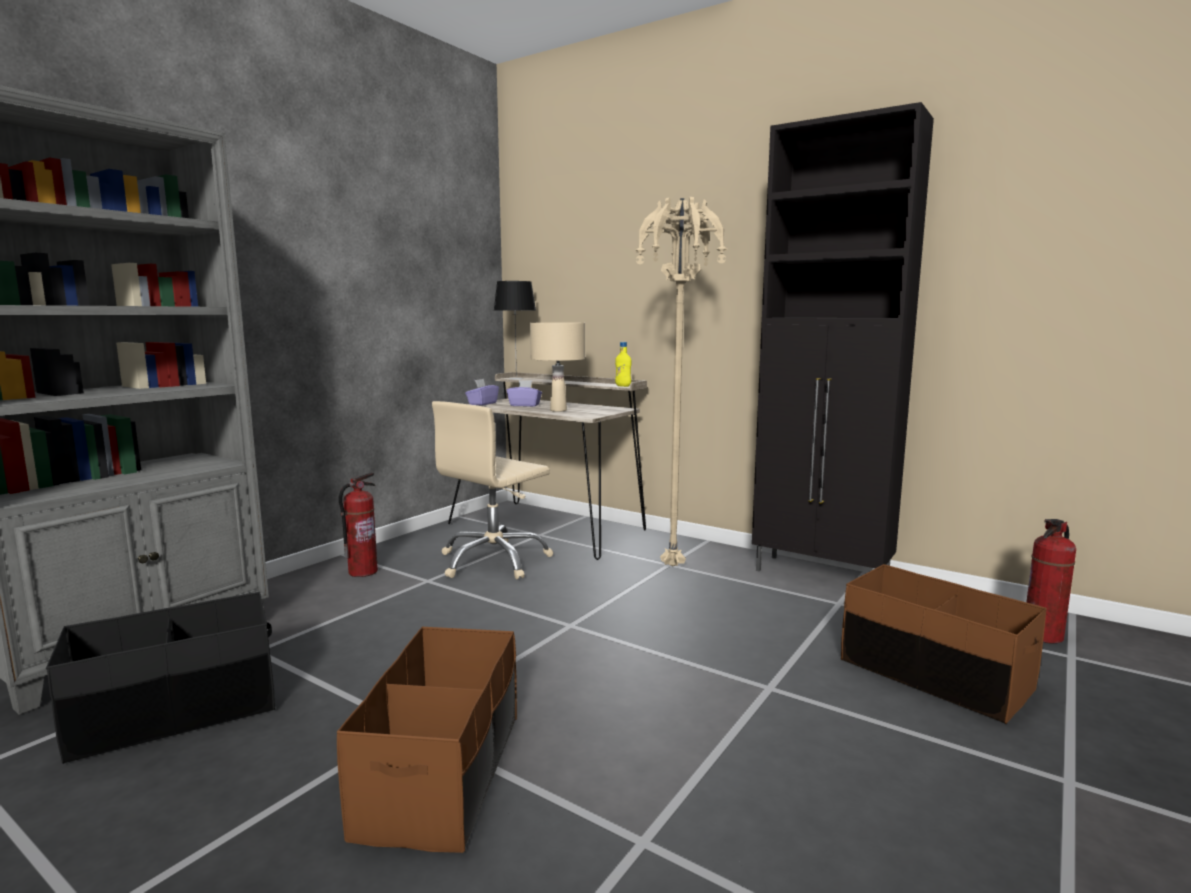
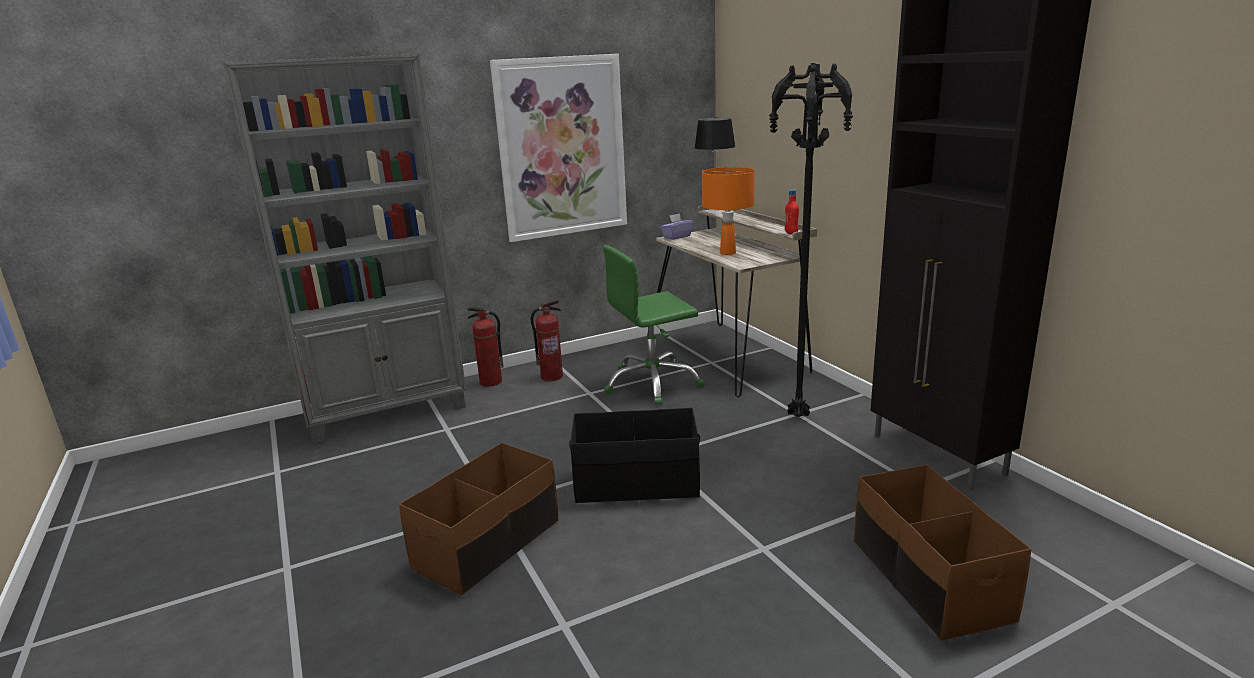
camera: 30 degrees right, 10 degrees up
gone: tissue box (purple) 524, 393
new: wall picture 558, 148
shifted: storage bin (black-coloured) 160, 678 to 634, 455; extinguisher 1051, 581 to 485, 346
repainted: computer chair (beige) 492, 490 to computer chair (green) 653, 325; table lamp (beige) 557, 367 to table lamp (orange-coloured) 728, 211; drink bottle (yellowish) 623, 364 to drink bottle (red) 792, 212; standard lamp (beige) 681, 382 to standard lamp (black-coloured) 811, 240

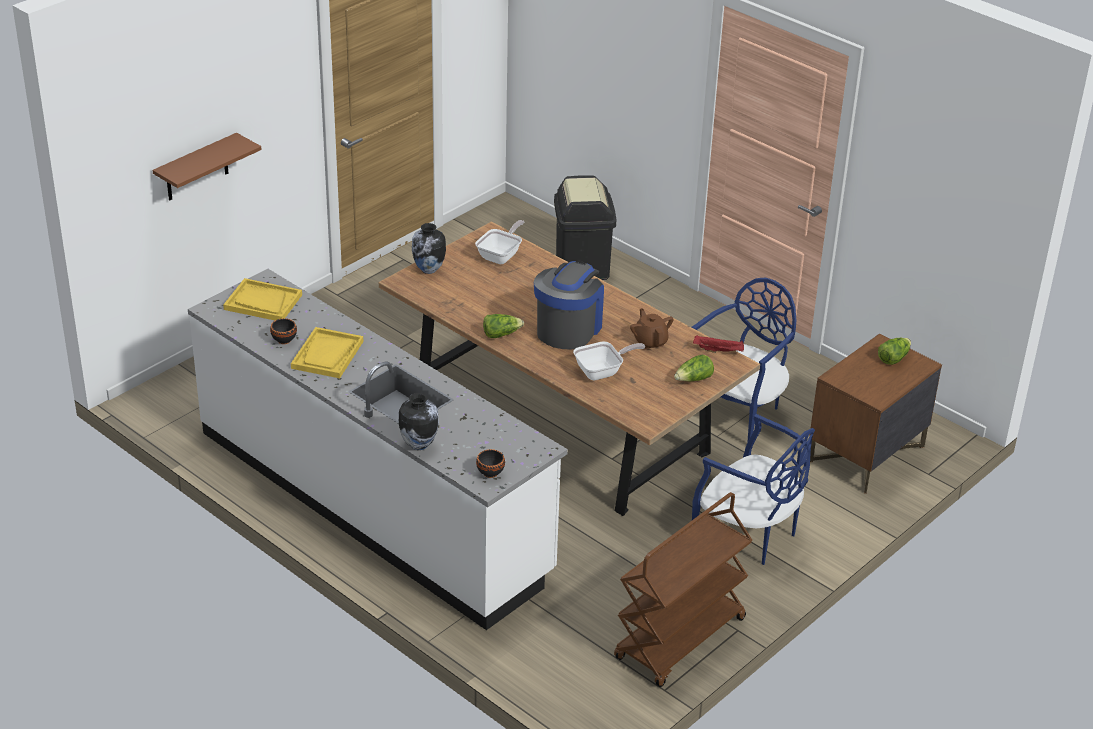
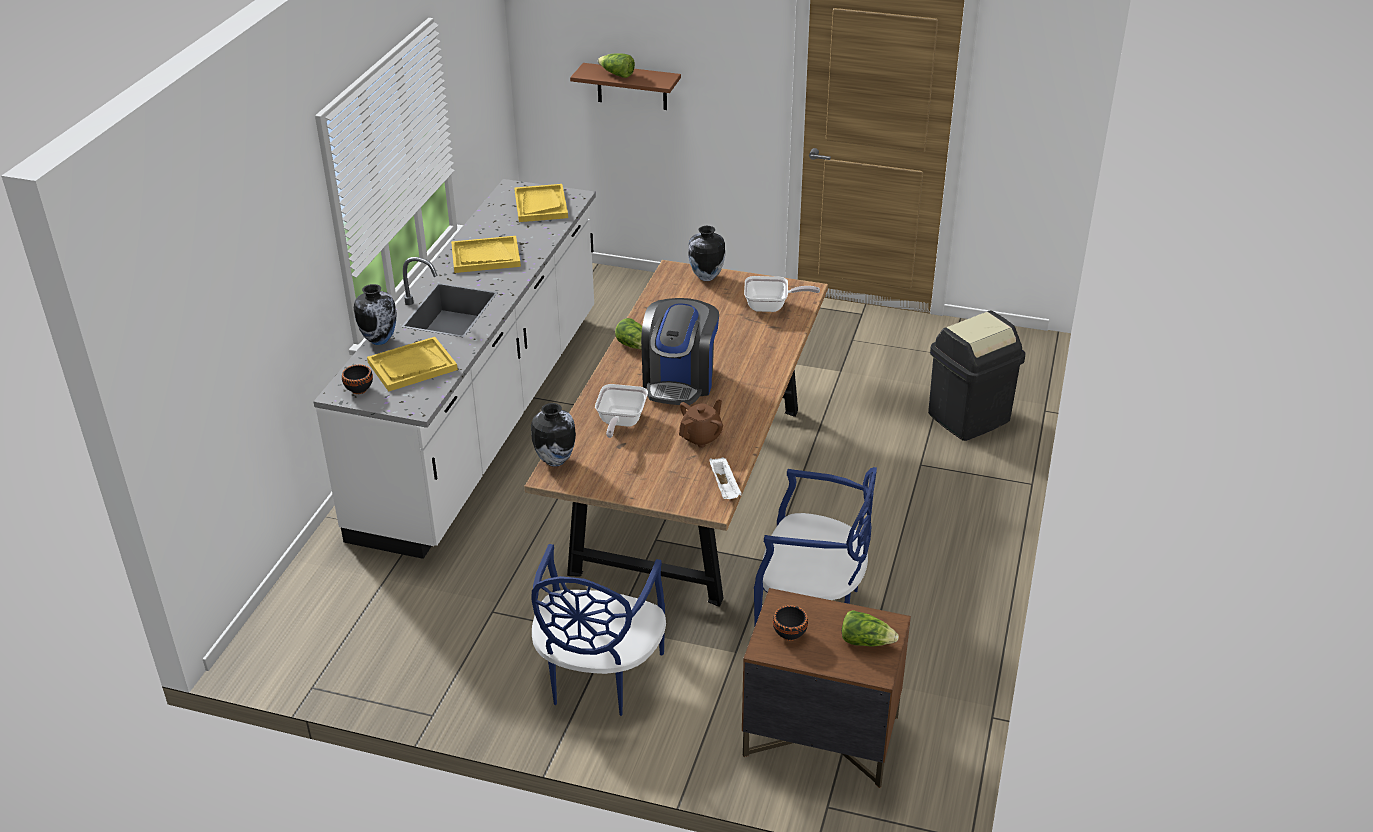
camera: 65 degrees right, 0 degrees up
gone: cart (brown-coloured) 683, 589
new: serving tray (yellowish) 412, 364; vase 553, 435
shifted: deep dish (black-coloured) 283, 331 to 790, 623; head of lettuce 694, 367 to 616, 66
repainted: serving tray (red) 718, 344 to serving tray (whitish) 725, 478
rotated: coffee maker 569, 305 = 680, 351 105 degrees clockwise; skillet 609, 360 = 621, 411 60 degrees clockwise

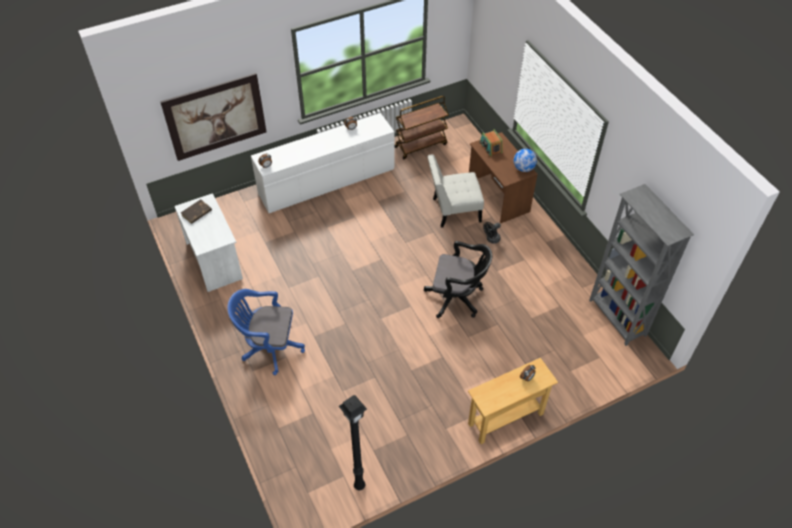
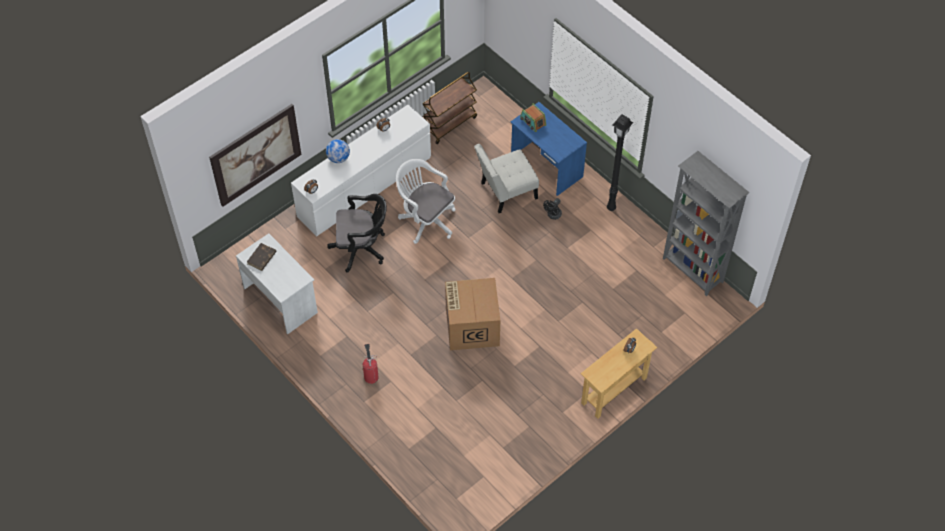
camera: 15 degrees left, 5 degrees up
new: computer chair (whitish) 426, 201; packing box 472, 314
shifted: standard lamp (black-coloured) 353, 442 to 620, 162; computer chair (black-coloured) 458, 279 to 357, 233; desk globe 525, 160 to 338, 151
swapped: computer chair (blue) 266, 332 to extinguisher 371, 364
repainted: desk unit (brown-coloured) 503, 177 to desk unit (blue) 548, 149

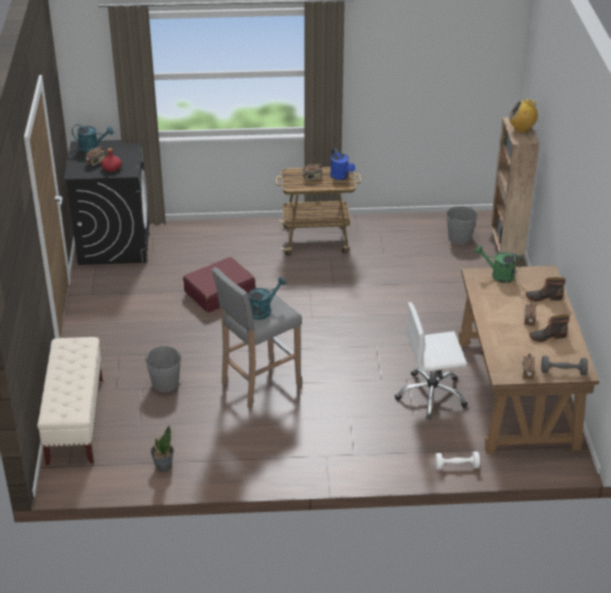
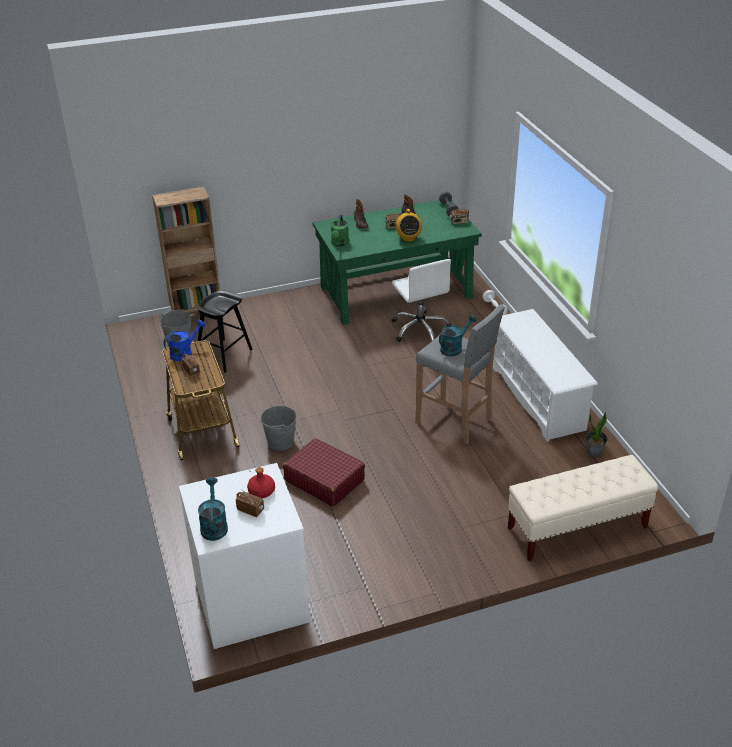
camera: 105 degrees left, 0 degrees up
new: stool seat (black-coloured) 225, 331; shoe rack (whitish) 545, 375
shifted: water bucket (greyish) 163, 368 to 279, 428; radio receiver 524, 116 to 408, 225
repainted: laundry machine (black-coloured) 106, 202 to laundry machine (whitish) 244, 556; desk unit (brown-coloured) 529, 359 to desk unit (green) 397, 262
rotated: sprinkling can (blue-green) 267, 298 = 458, 335 105 degrees clockwise

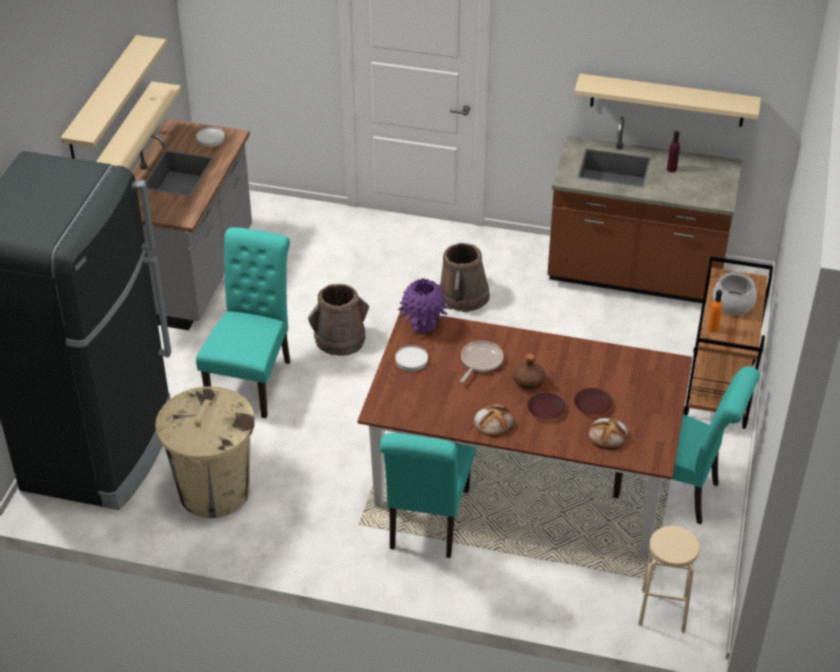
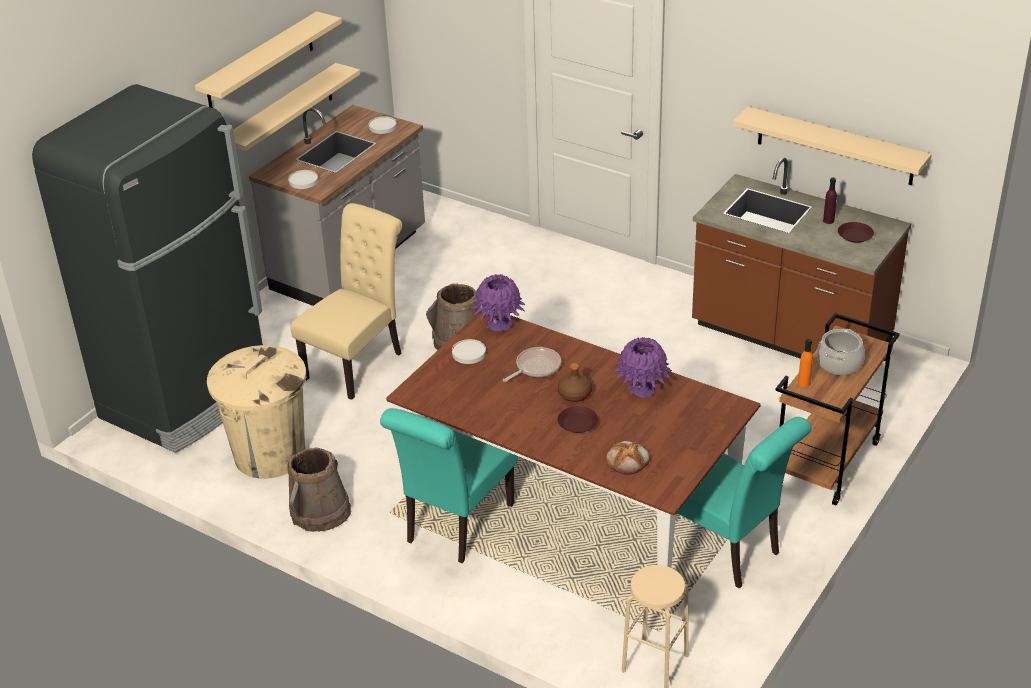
camera: 20 degrees right, 5 degrees down
gone: baked bread 494, 421
new: flat dish (whitish) 303, 179; vase (purple) 643, 367
shifted: water bucket (brown-coloured) 465, 277 to 319, 489; flat dish (brown-coloured) 593, 401 to 856, 232
repainted: chair (blue-green) 243, 322 to chair (beige) 346, 301

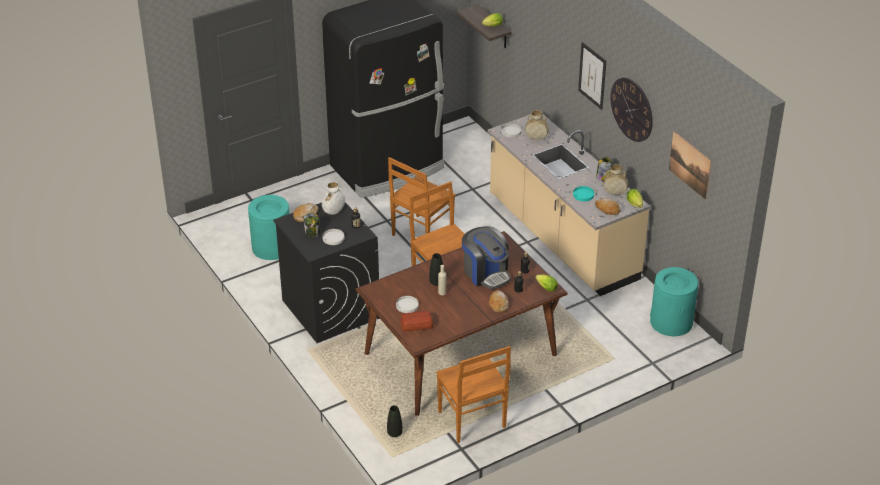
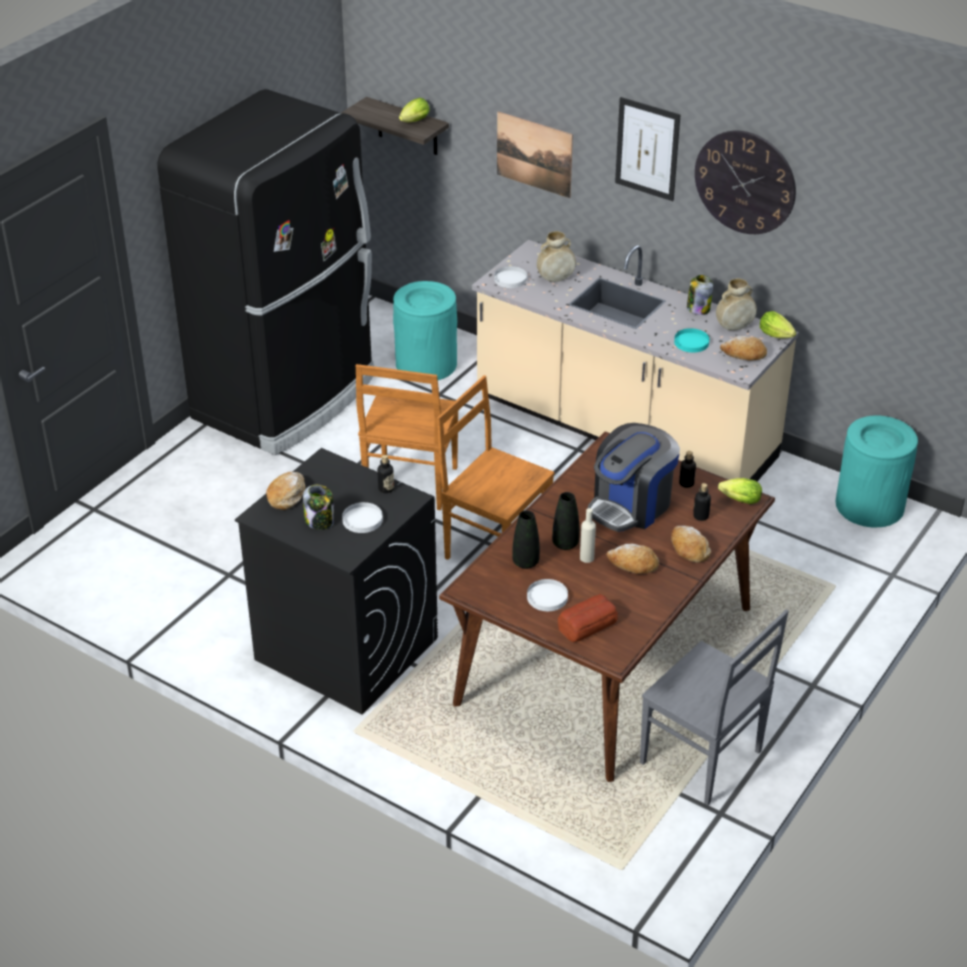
camera: 25 degrees left, 0 degrees up
gone: vase (whitish) 333, 198
new: baked bread 632, 559
shifted: waste bin (blue-green) 269, 227 to 425, 330; vase (black-coloured) 395, 421 to 526, 539; wall picture 690, 166 to 535, 154
repainted: chair (brown-coloured) 473, 394 to chair (greyish) 714, 707
rotated: coffee maker 486, 257 = 633, 477 105 degrees clockwise

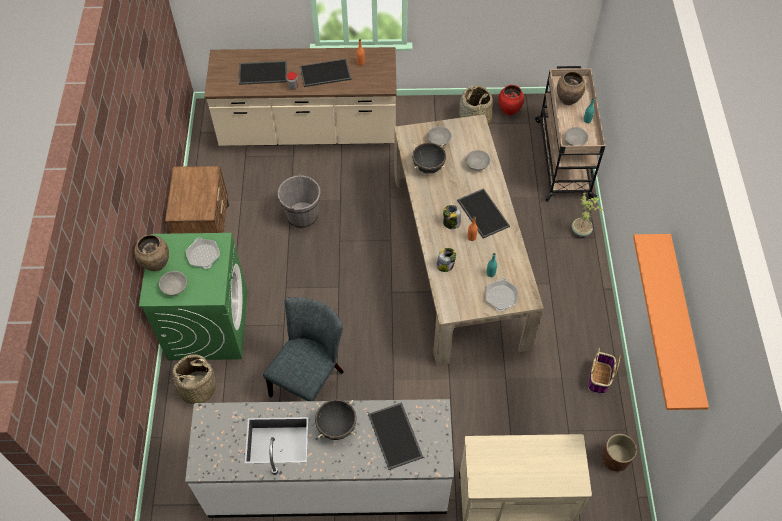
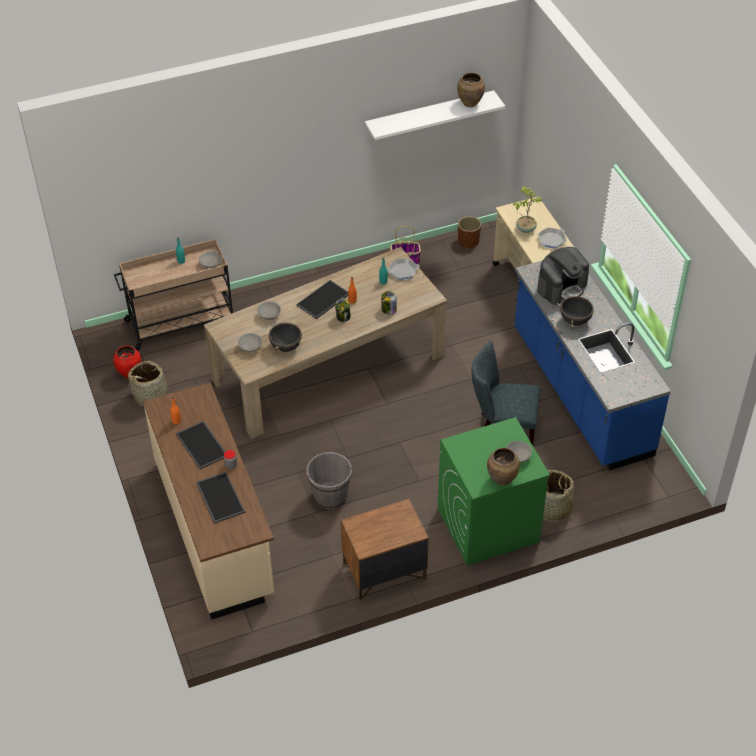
camera: 110 degrees left, 10 degrees down
shifted: skillet 203, 253 to 552, 238; vase (brown-coloured) 571, 88 to 471, 89; plant in a pot 587, 215 to 527, 210
swapped: serving tray 395, 436 to coffee maker 563, 276
repainted: kitchen base unit (whitish) 319, 458 to kitchen base unit (blue) 593, 365; bracket shelf (orange-coloured) 671, 322 to bracket shelf (whitish) 435, 115

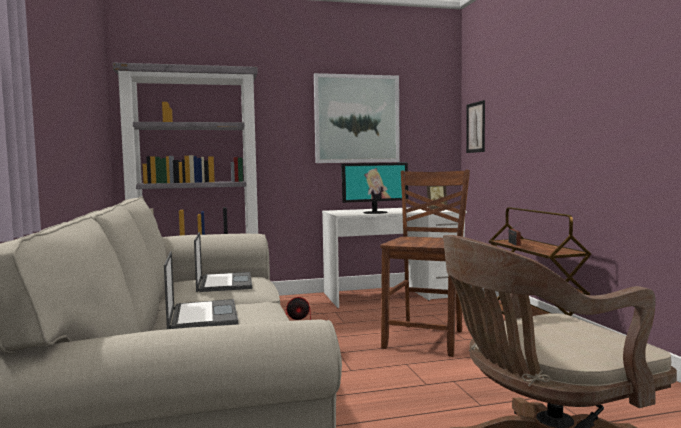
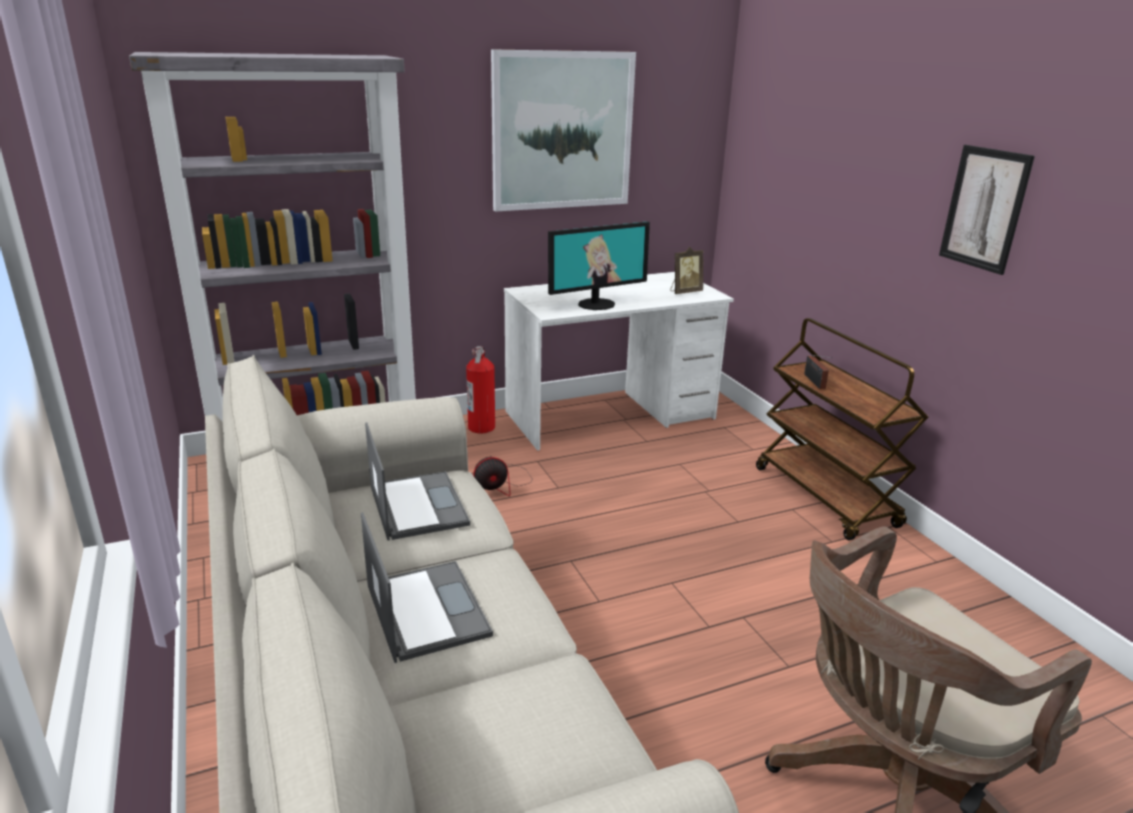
camera: 10 degrees left, 20 degrees up
gone: chair (brown-coloured) 425, 263
new: extinguisher 480, 389
shifted: wall picture 475, 126 to 987, 210

